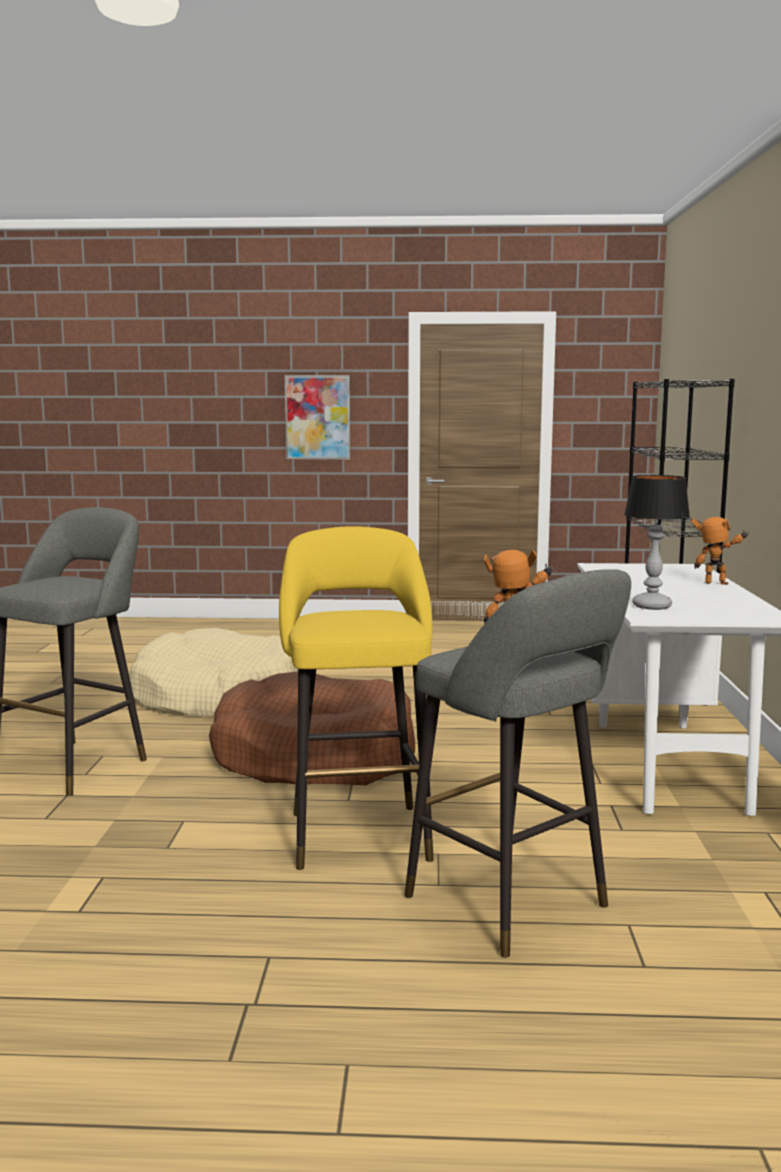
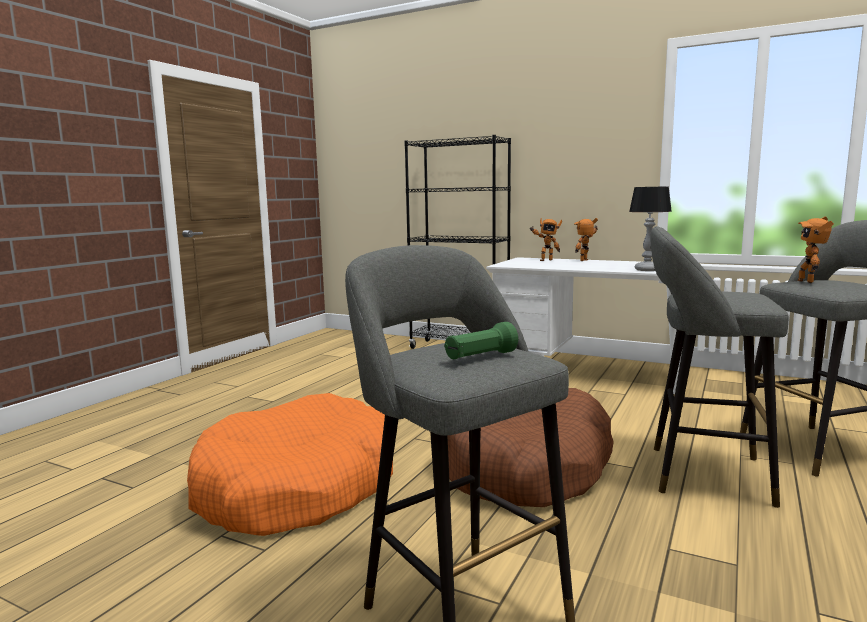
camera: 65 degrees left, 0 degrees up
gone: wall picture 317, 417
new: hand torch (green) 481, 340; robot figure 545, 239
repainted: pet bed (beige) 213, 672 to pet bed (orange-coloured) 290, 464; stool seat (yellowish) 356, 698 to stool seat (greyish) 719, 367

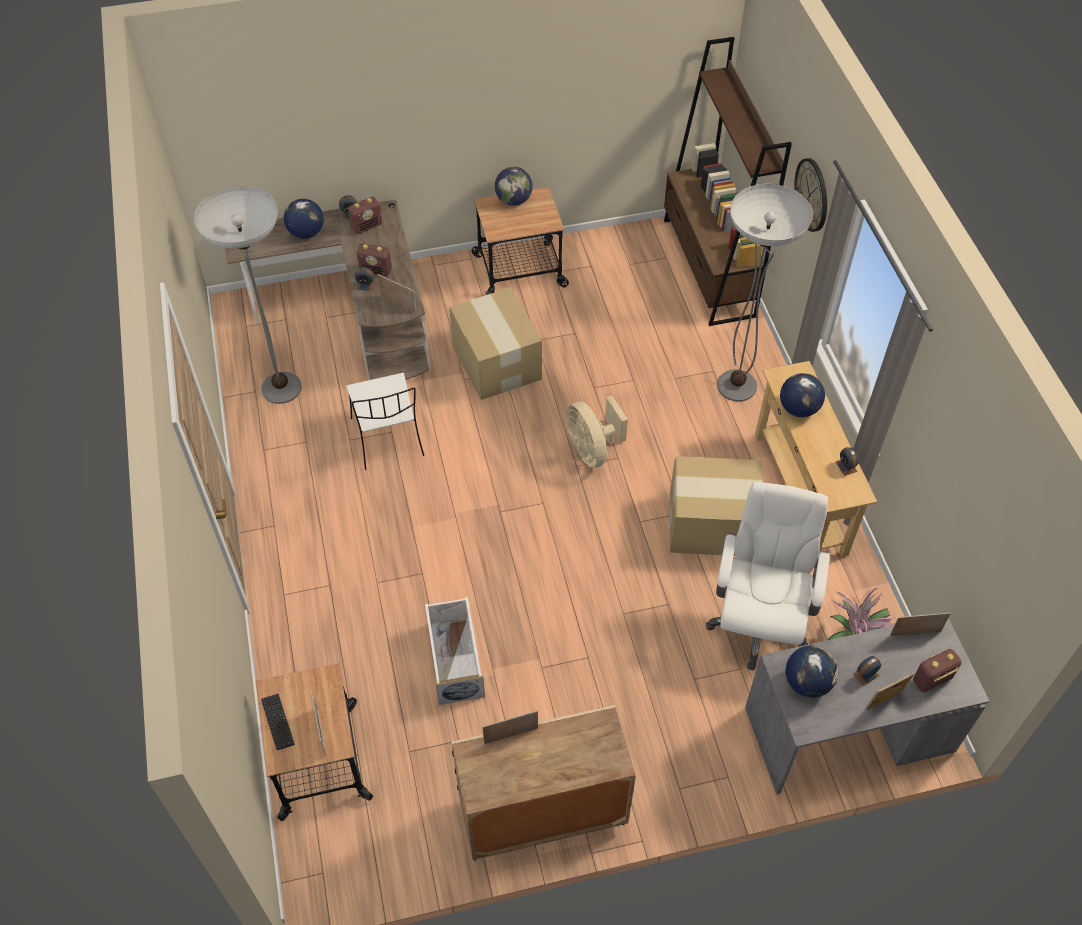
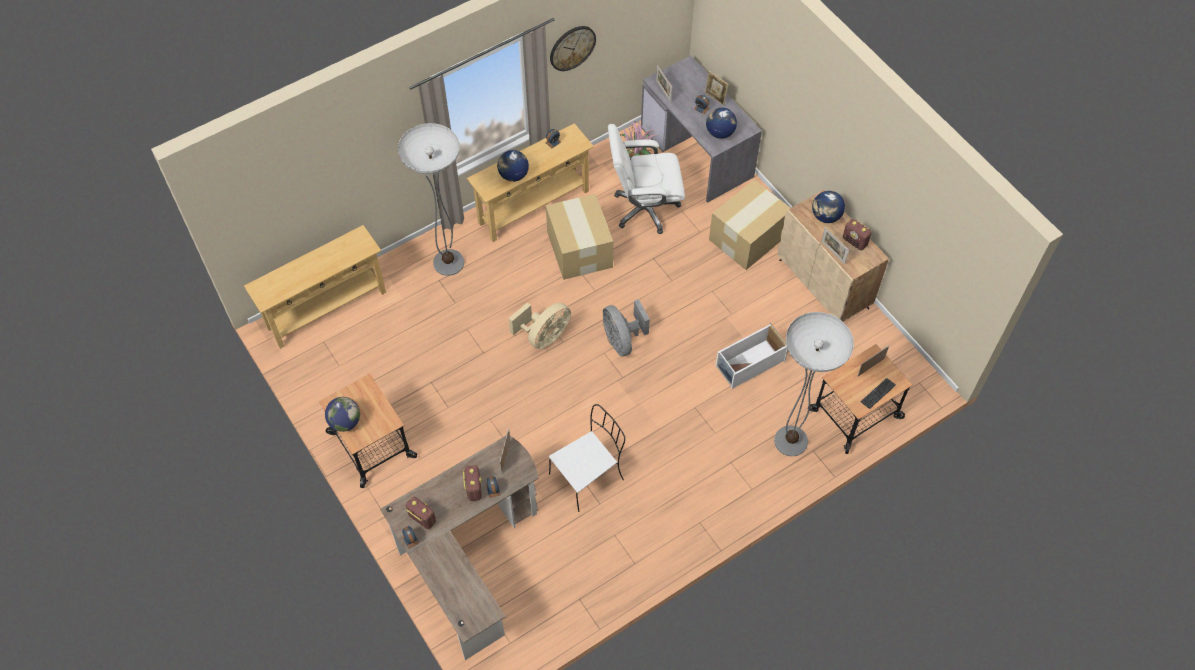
camera: 110 degrees left, 5 degrees up
new: fan (greyish) 626, 327
shifted: standard lamp 248, 295 to 814, 384; desk globe 304, 219 to 828, 207; packing box 495, 343 to 749, 224; wall clock 810, 195 to 573, 48; radio receiver 937, 670 to 857, 234
swapped: shelving unit (brown-coloured) 728, 181 to narrow table (beige) 315, 287

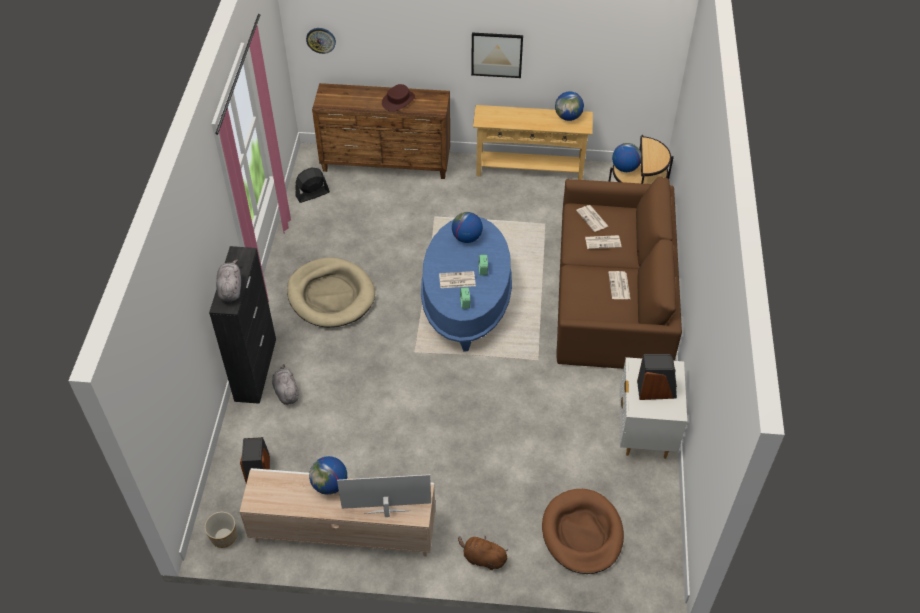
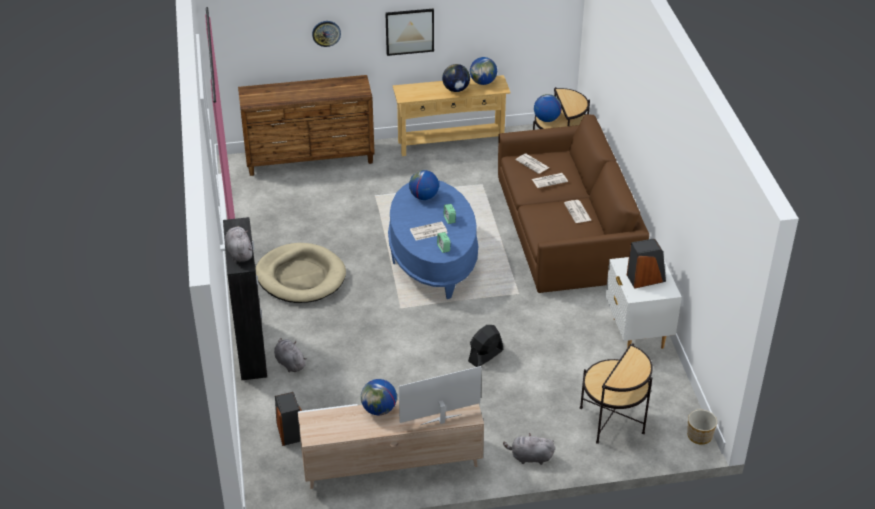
camera: 15 degrees left, 10 degrees down
gone: wearable hat (brown-coloured) 398, 98
new: desk globe 456, 78
shifted: planter 220, 530 to 702, 427; fan (black-coloured) 313, 185 to 485, 346; wall clock 321, 41 to 326, 34
swapped: pet bed (brown-coloured) 583, 531 to end table 616, 393
repainted: plush toy (brown-coloured) 483, 553 to plush toy (greyish) 529, 449

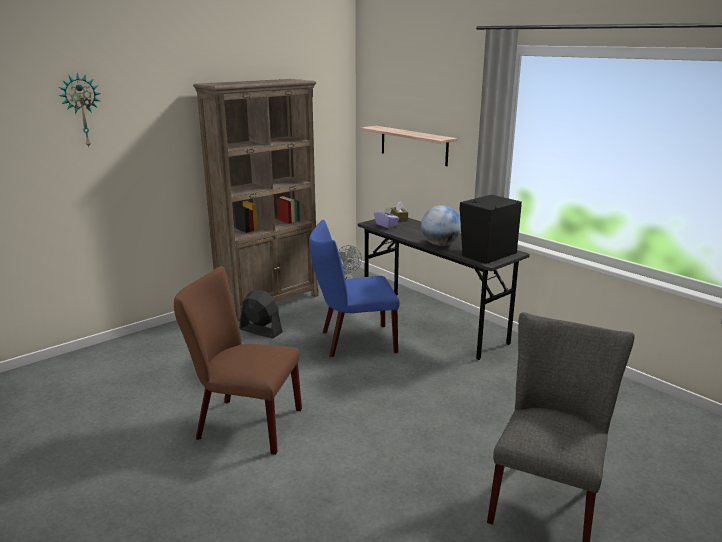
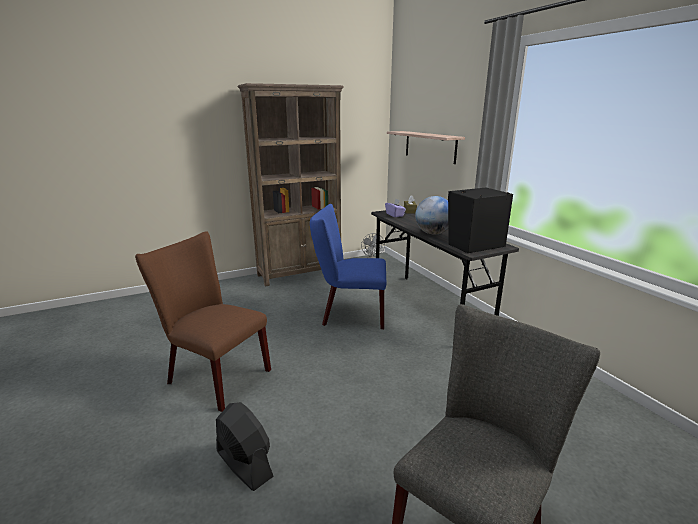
camera: 15 degrees right, 0 degrees up
gone: wall clock 80, 110
shifted: fan (black-coloured) 261, 314 to 245, 446

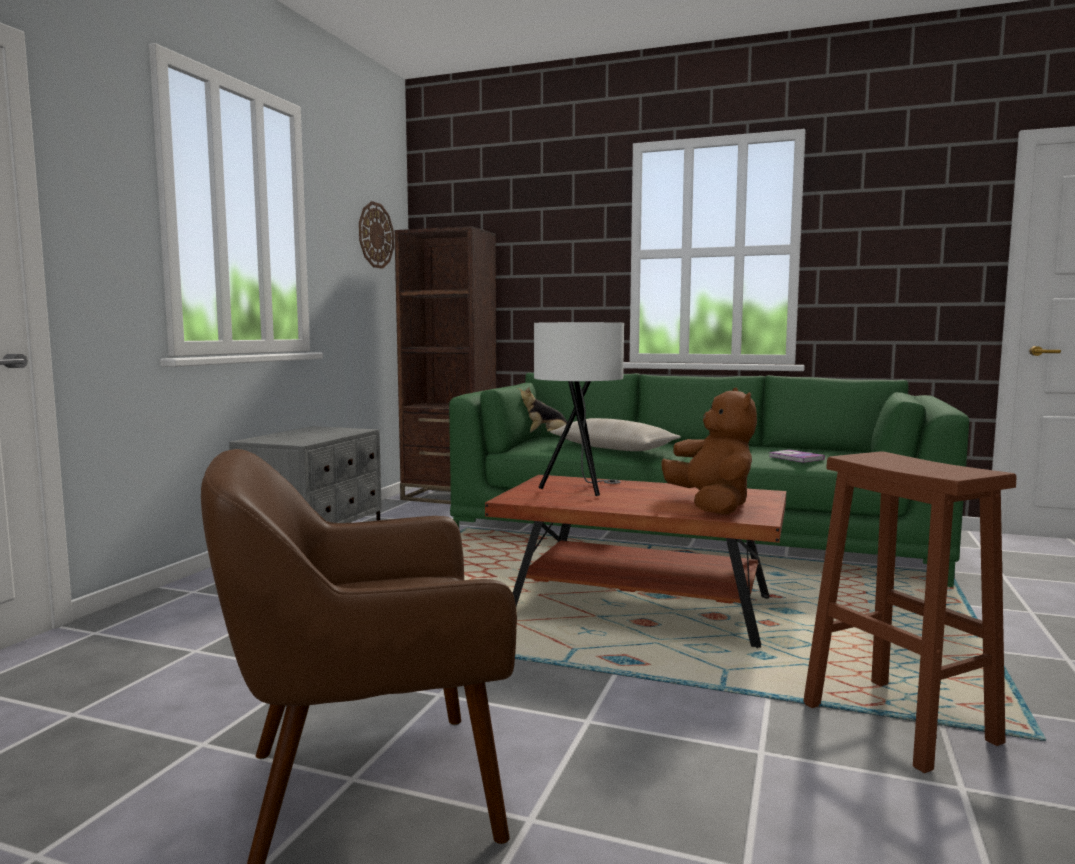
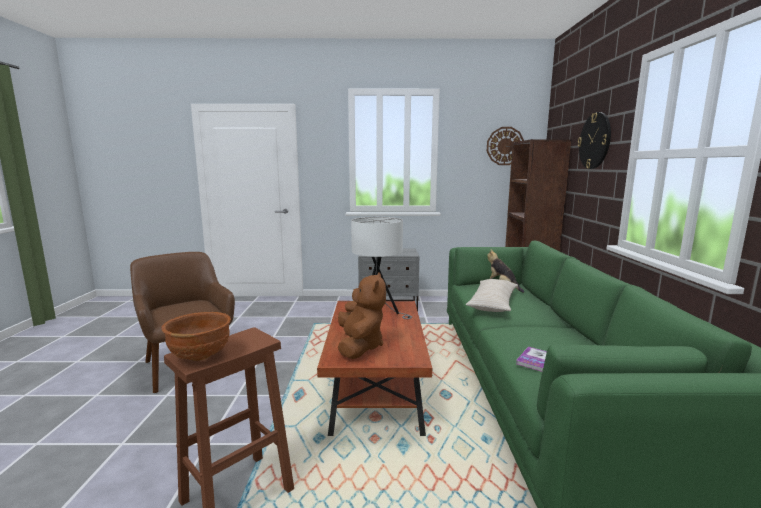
camera: 70 degrees right, 5 degrees up
new: deep dish (brown-coloured) 196, 336; wall clock 594, 140
rotated: plush toy (brown-coloured) 709, 451 = 362, 315 60 degrees counterclockwise

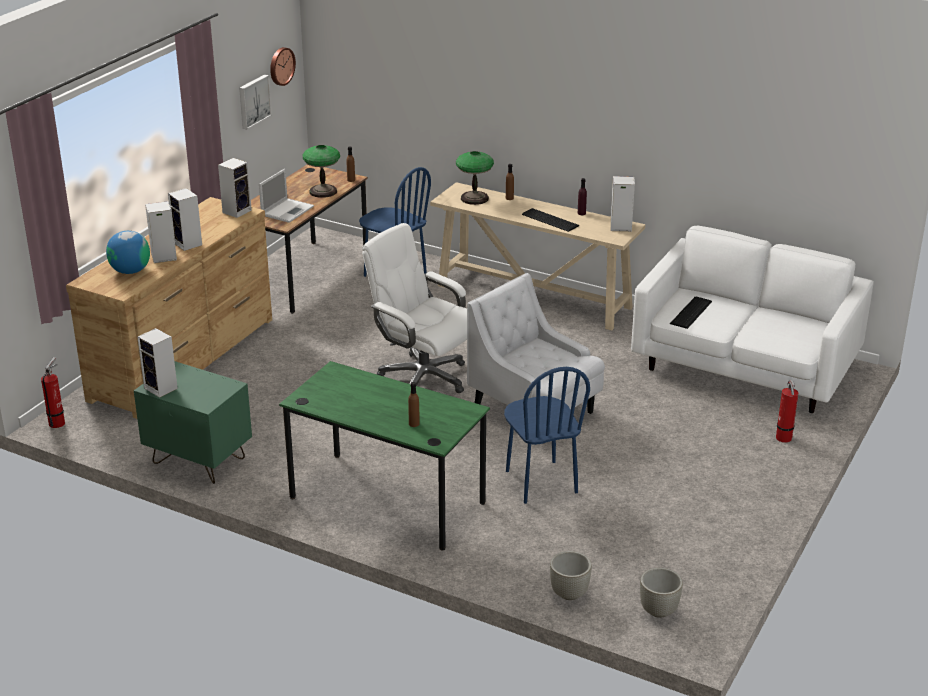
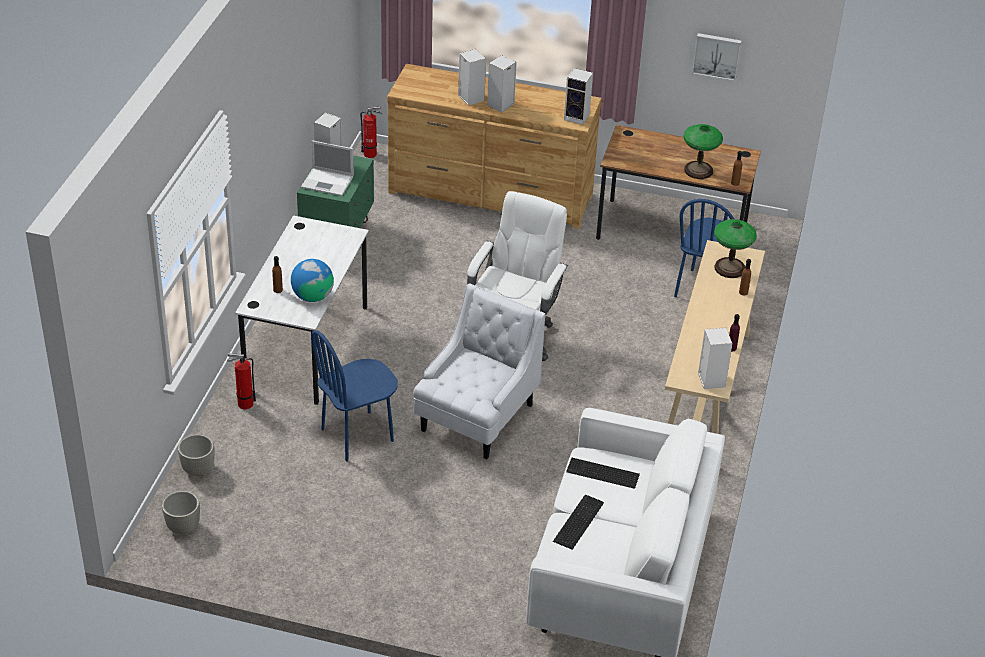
camera: 75 degrees right, 10 degrees up
gone: wall clock 283, 66
shifted: desk globe 128, 252 to 312, 280; notebook computer 286, 196 to 327, 168; keyboard 550, 220 to 578, 522; extinguisher 787, 411 to 241, 381
repainted: desk unit (green) 384, 456 to desk unit (whitish) 302, 310

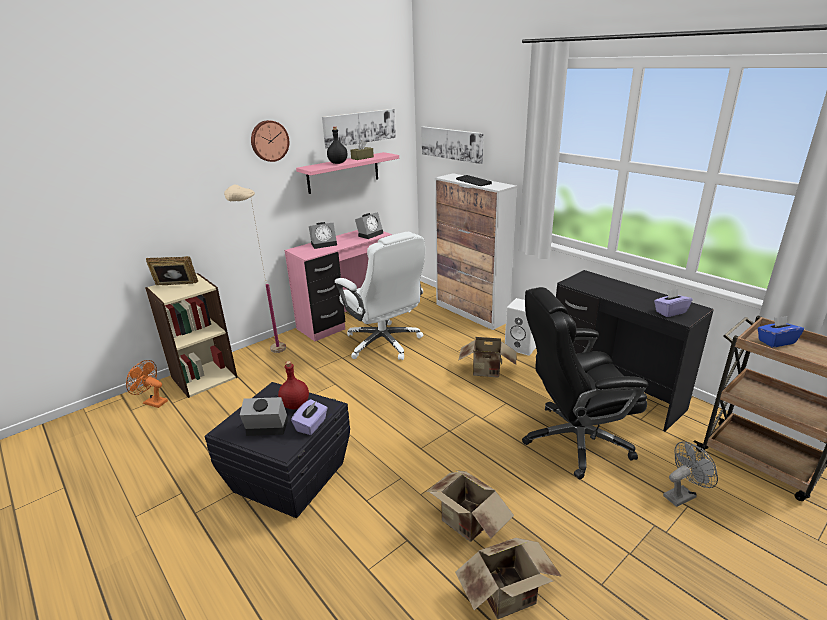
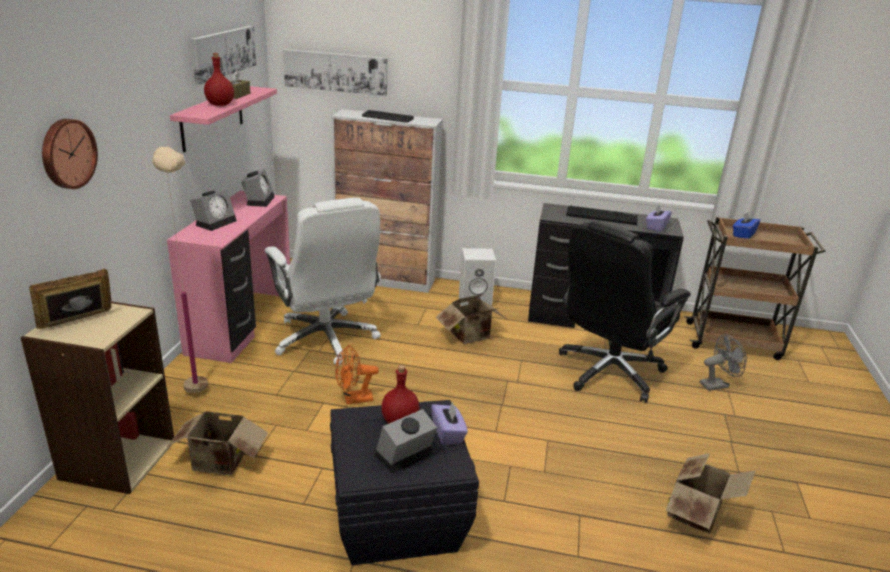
camera: 40 degrees left, 0 degrees up
new: keyboard 602, 215
shifted: fan (orange-coloured) 147, 384 to 357, 374; wall clock 270, 141 to 70, 154; packing box 470, 506 to 217, 443
repainted: drink bottle (black-coloured) 337, 145 to drink bottle (red) 219, 79
rotated: computer chair (whitish) 380, 296 = 323, 282 45 degrees clockwise; fan (greyish) 690, 474 = 723, 362 45 degrees clockwise

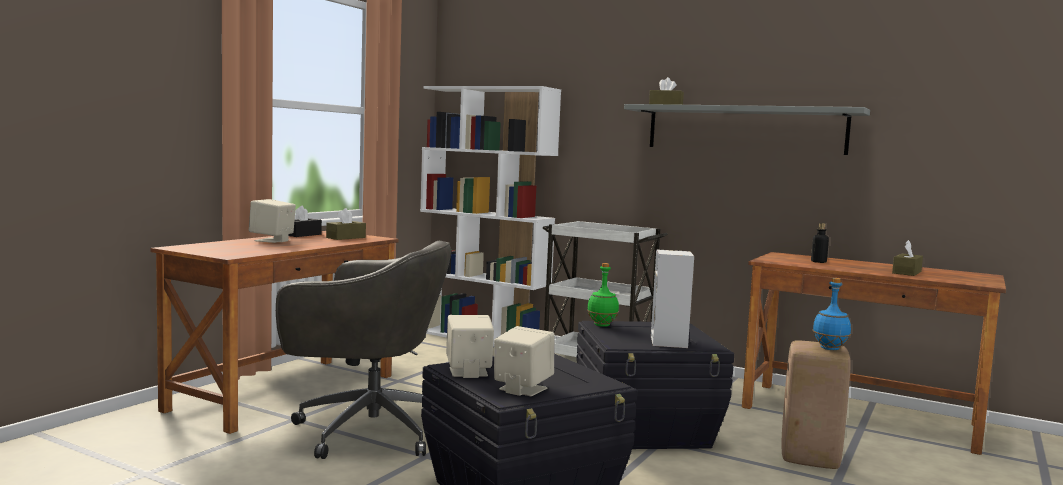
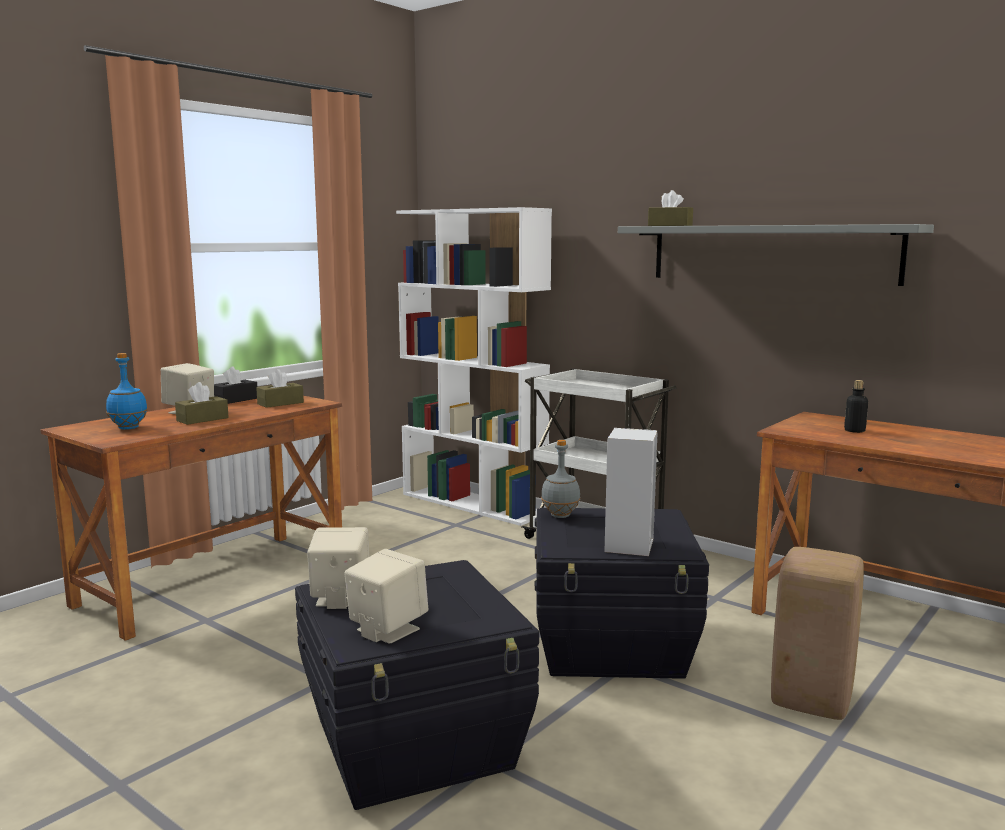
camera: 10 degrees right, 5 degrees up
gone: computer chair (greyish) 363, 350
shifted: drink bottle (blue) 831, 314 to 127, 391; tissue box (brown-coloured) 907, 258 to 202, 403
repainted: drink bottle (green) 603, 295 to drink bottle (greyish) 560, 479

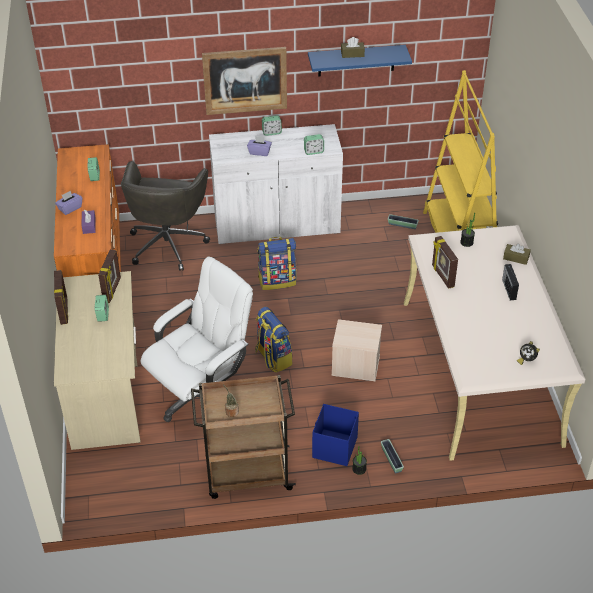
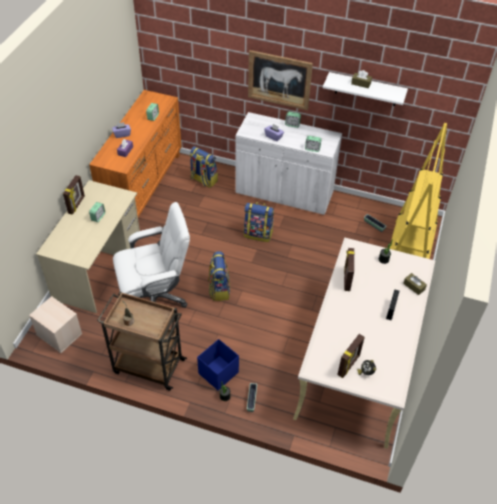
camera: 25 degrees right, 5 degrees up
shifted: picture frame 109, 276 to 350, 356; storage bin (beige) 356, 350 to 55, 324
swapped: computer chair (greyish) 165, 216 to rucksack 204, 167
repainted: bracket shelf (blue) 360, 61 to bracket shelf (whitish) 365, 89

